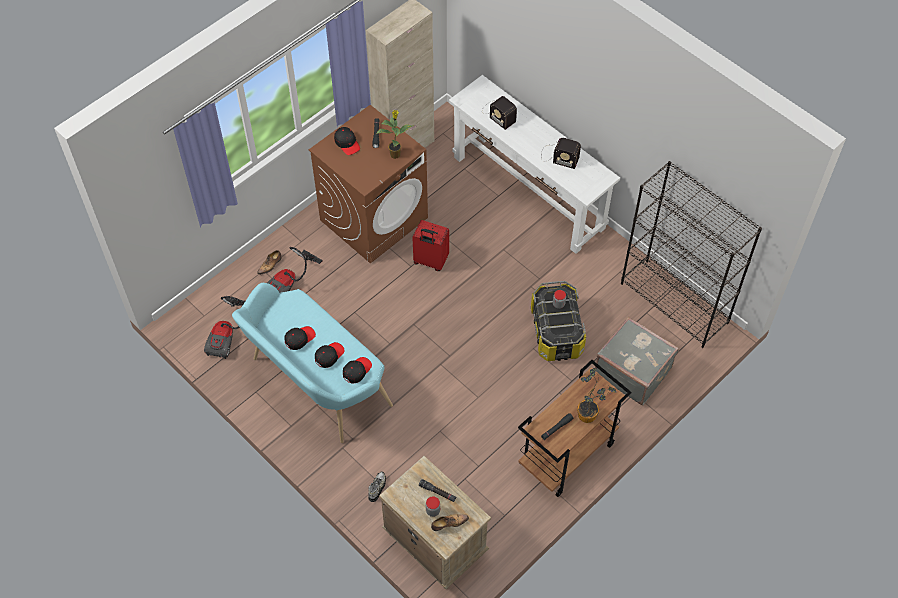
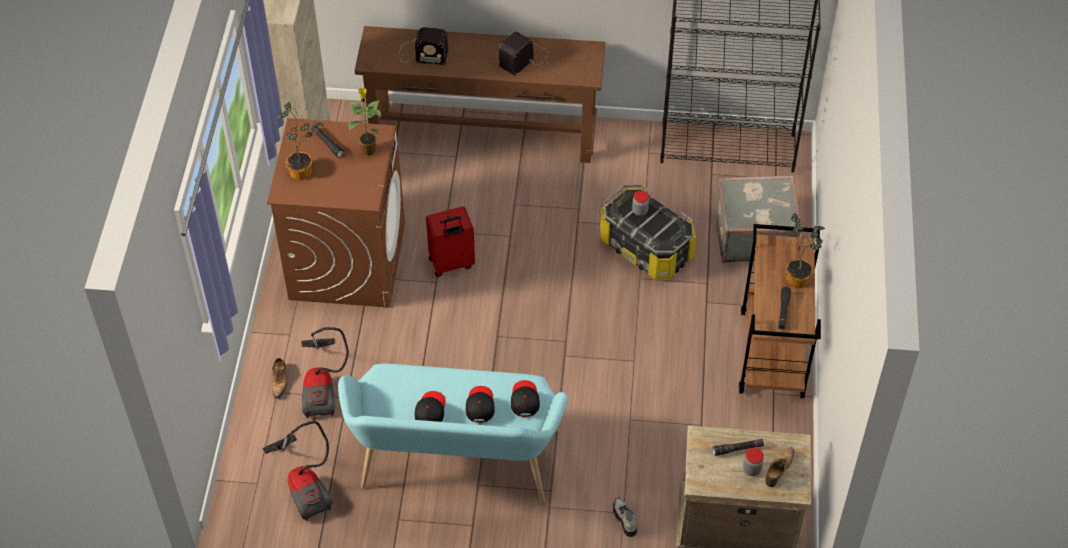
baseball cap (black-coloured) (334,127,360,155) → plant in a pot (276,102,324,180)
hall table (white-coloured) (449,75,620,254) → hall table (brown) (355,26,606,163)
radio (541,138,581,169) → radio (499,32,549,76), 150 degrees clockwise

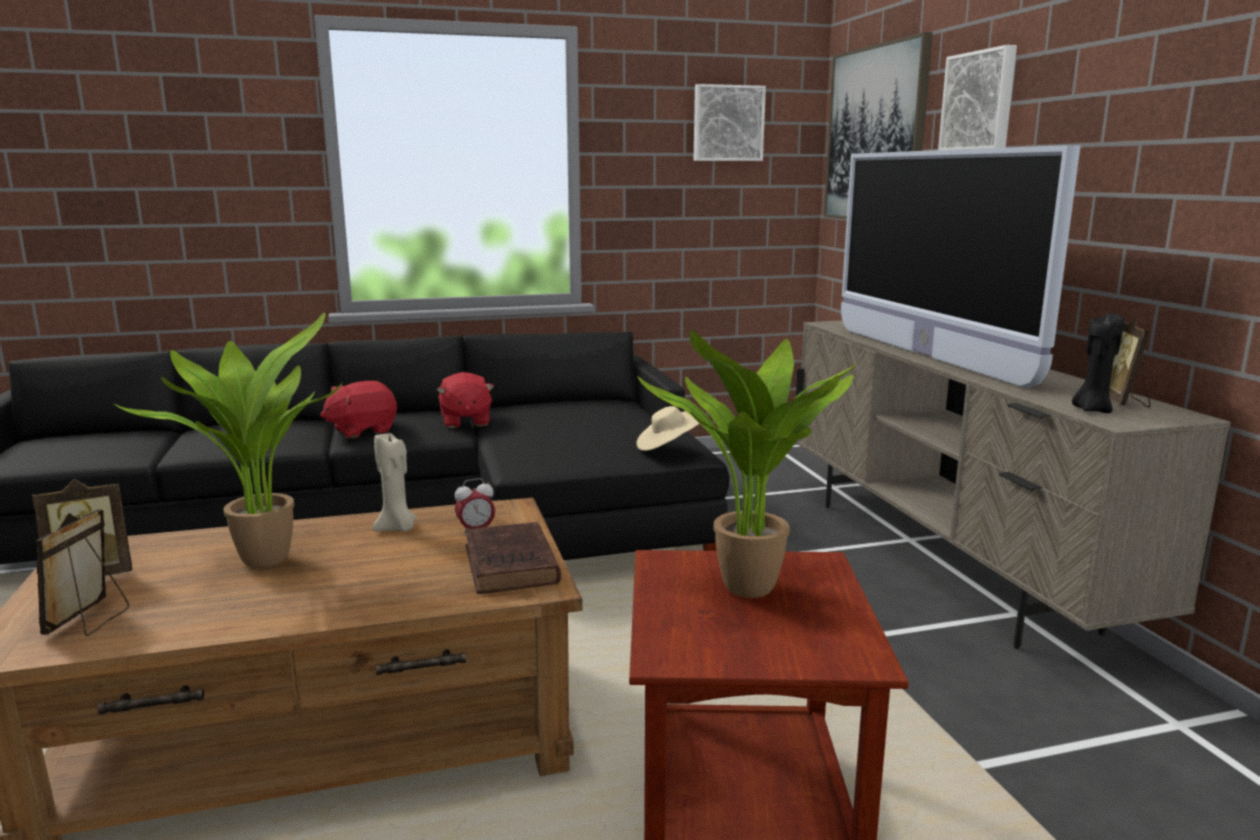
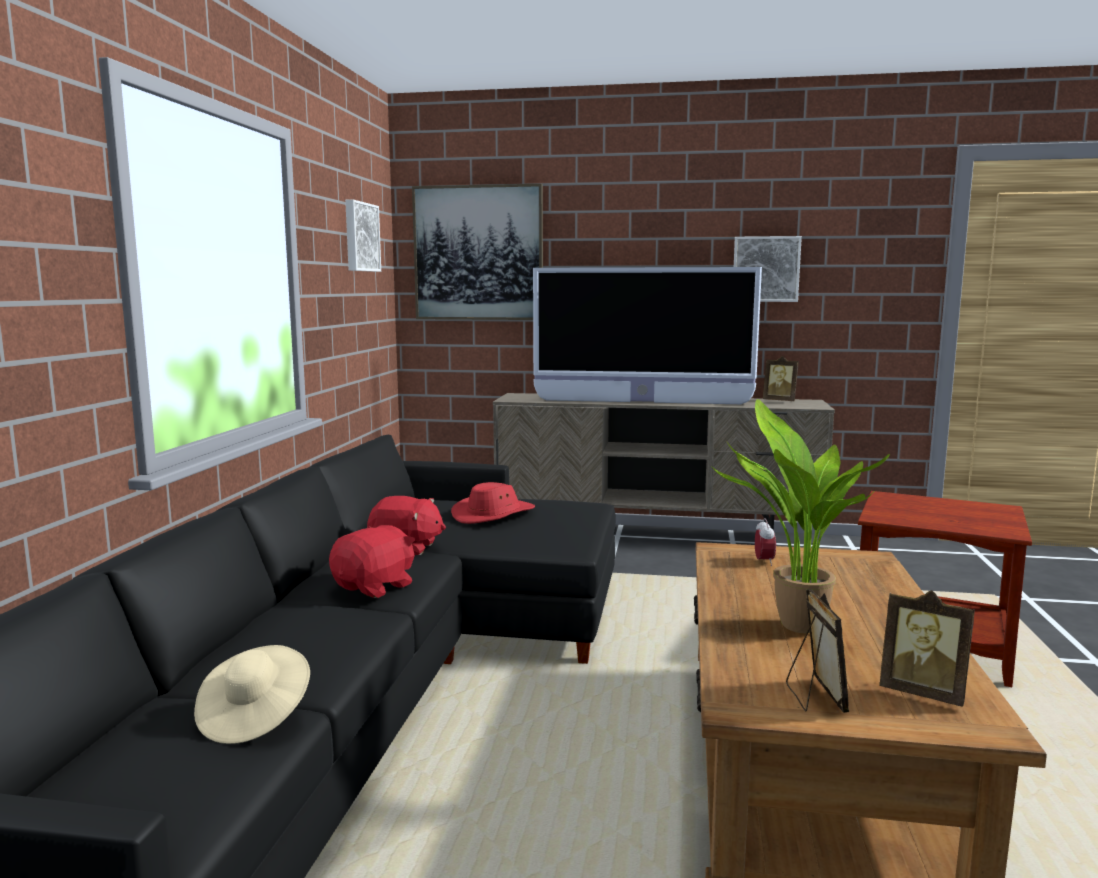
soft toy (red) (320,381,397,439) → soft toy (red) (329,525,415,598), 135 degrees counterclockwise
wax light (sand-coloured) (373,431,417,531) → -
book (brown) (465,522,561,594) → -
clothing hat (sand-coloured) (636,406,700,451) → clothing hat (sand-coloured) (194,645,310,744), relocated
plant in a pot (637,330,858,598) → -
wall art (938,45,1017,150) → wall art (734,236,802,302), relocated
wax light (black-coloured) (1072,313,1124,413) → -
- → clothing hat (red) (451,482,535,524)

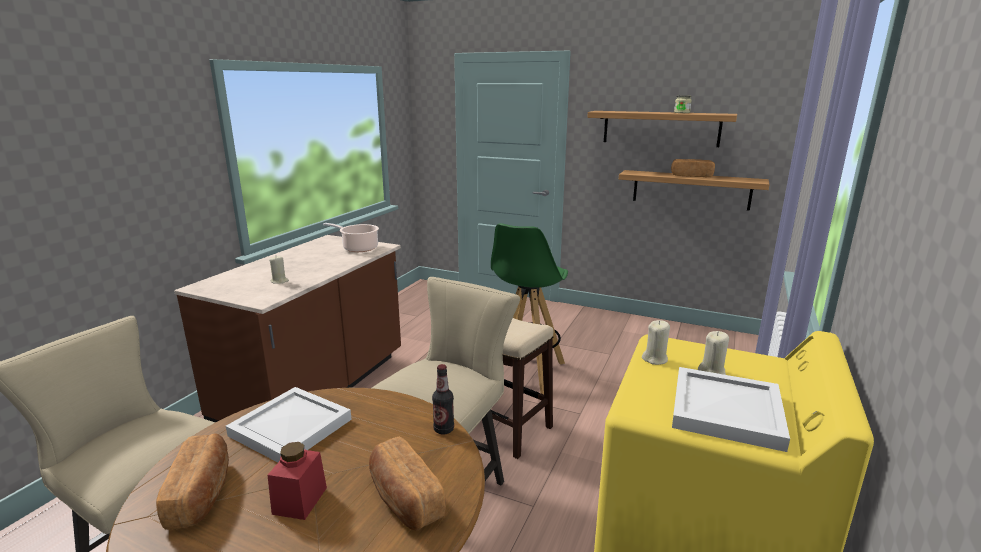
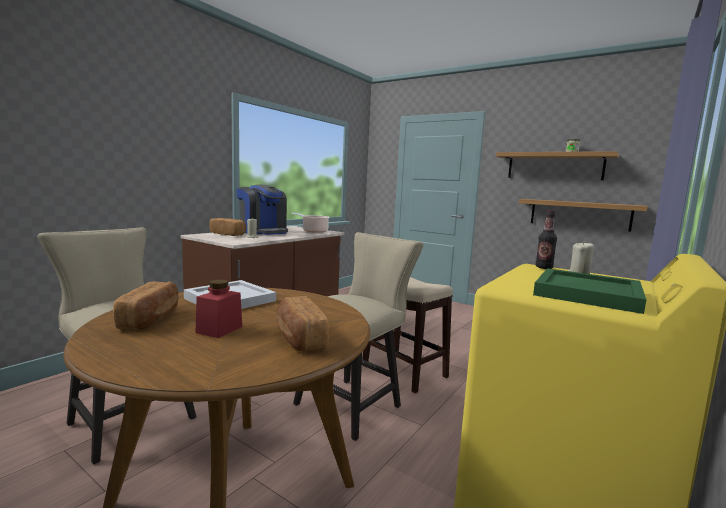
bottle (432,364,454,434) → bottle (536,210,557,269), relocated
stool (green-coloured) (491,223,568,394) → -
wax light (sand-coloured) (642,320,670,365) → -
baked bread (671,159,715,177) → baked bread (210,218,246,236), relocated
carrying tray (white-coloured) (672,367,790,452) → carrying tray (green-coloured) (533,268,646,314)
- → coffee brewer (236,184,288,235)

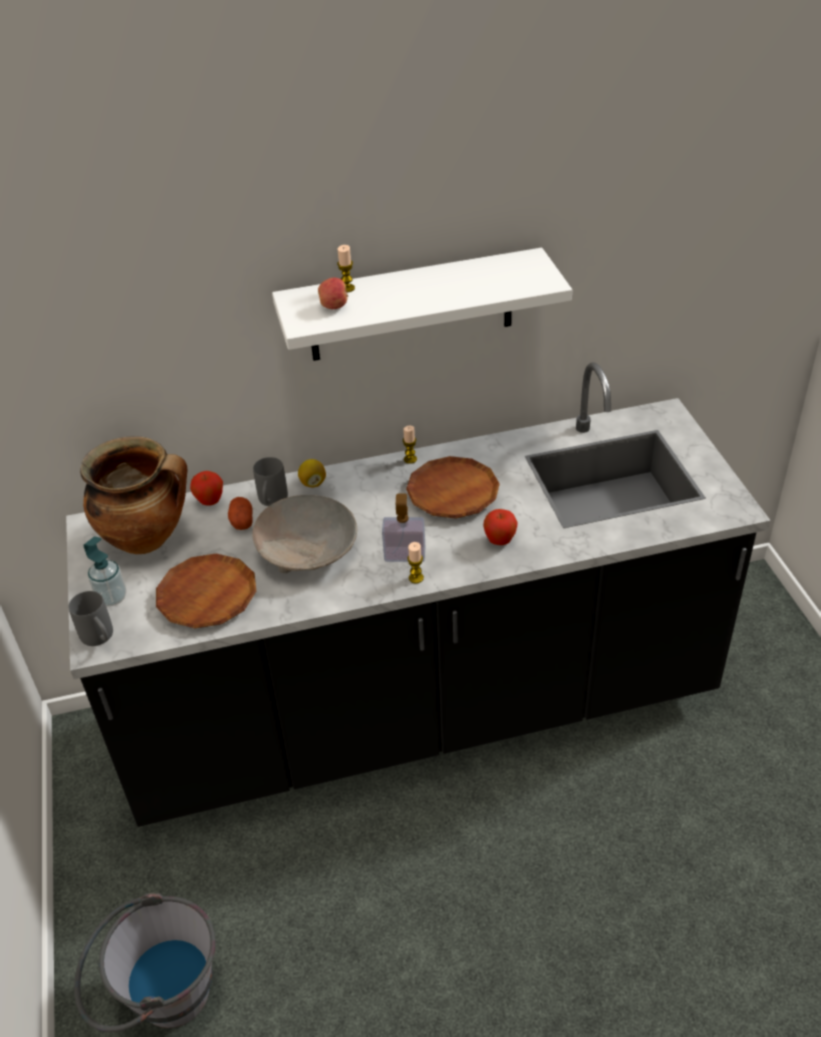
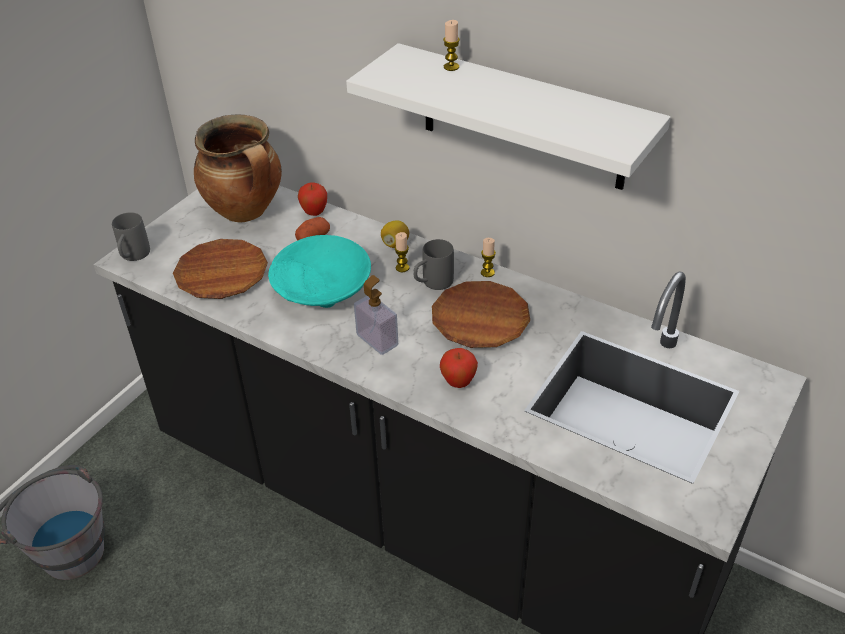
soap dispenser (83,537,126,606) → -
bowl (sand-coloured) (252,495,357,573) → bowl (turquoise) (268,235,371,308)
mug (greyish) (253,457,288,506) → mug (greyish) (413,239,454,290), relocated
whole apple (318,277,348,309) → -
wax light (407,542,424,584) → wax light (395,232,409,272), relocated

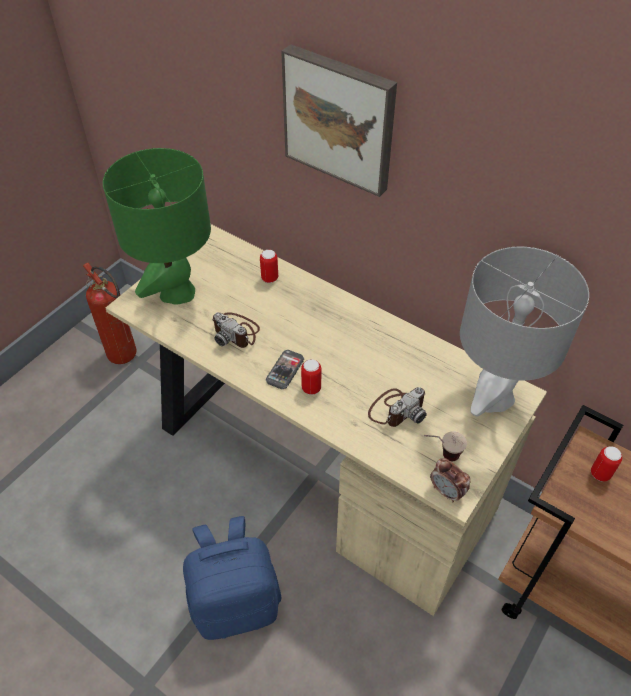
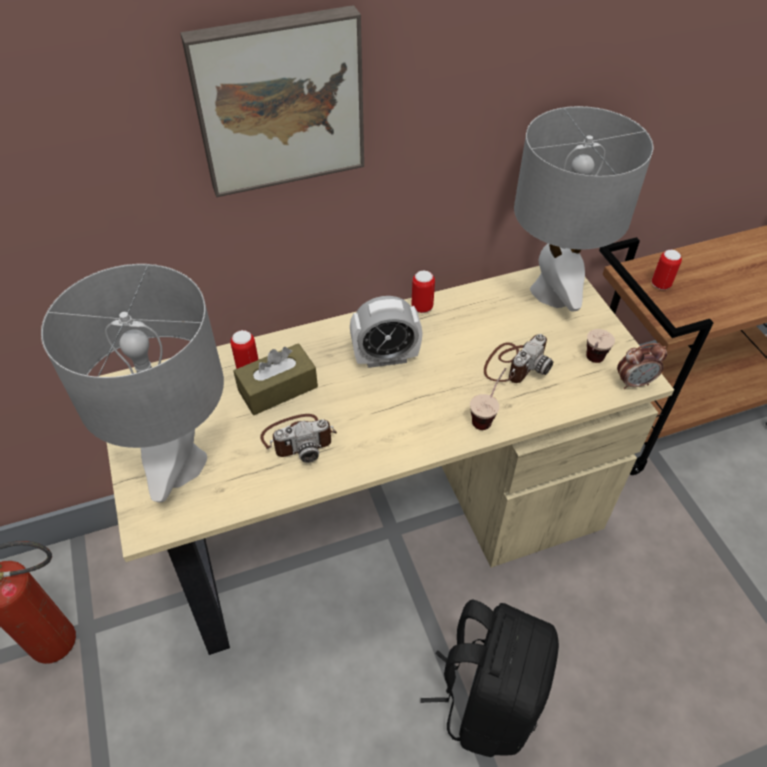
table lamp (green-coloured) (103,148,211,305) → table lamp (greyish) (41,264,224,502)
rucksack (blue) (183,516,282,640) → rucksack (black-coloured) (421,600,559,757)
handset (265,350,304,389) → -
can (301,359,321,395) → can (411,270,435,313), relocated
still camera (368,387,427,427) → still camera (484,334,553,383), 45 degrees clockwise
- → box of tissues (brown) (234,343,318,415)
- → bedside clock (350,296,423,368)
- → small cup (470,368,506,430)

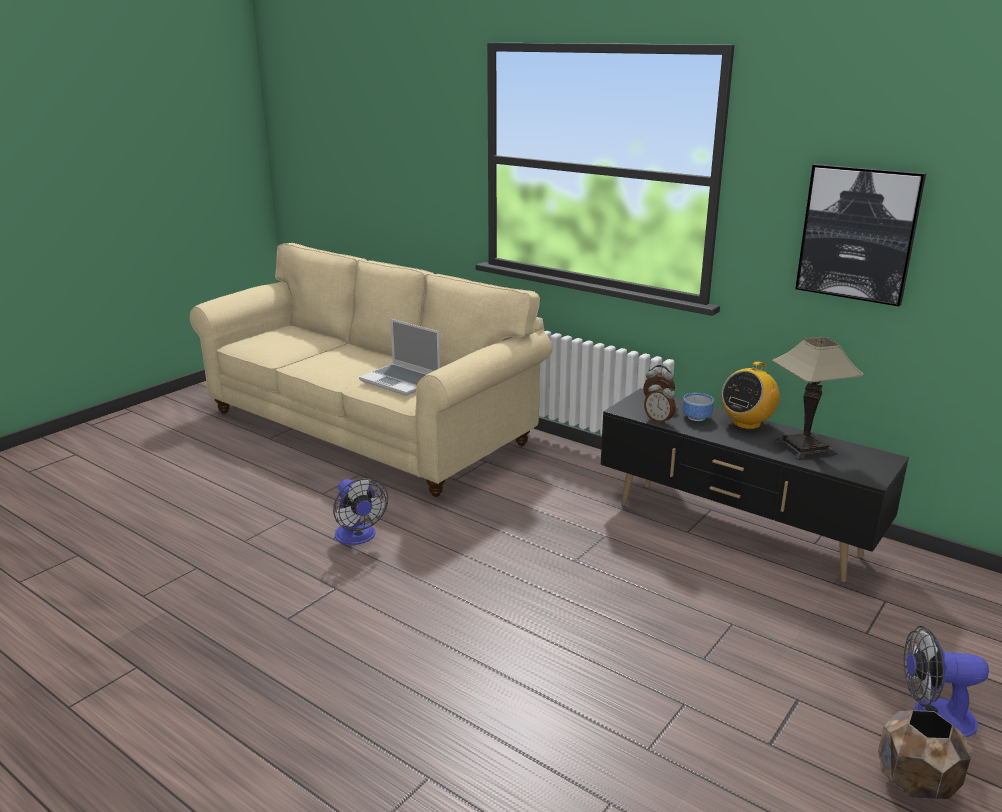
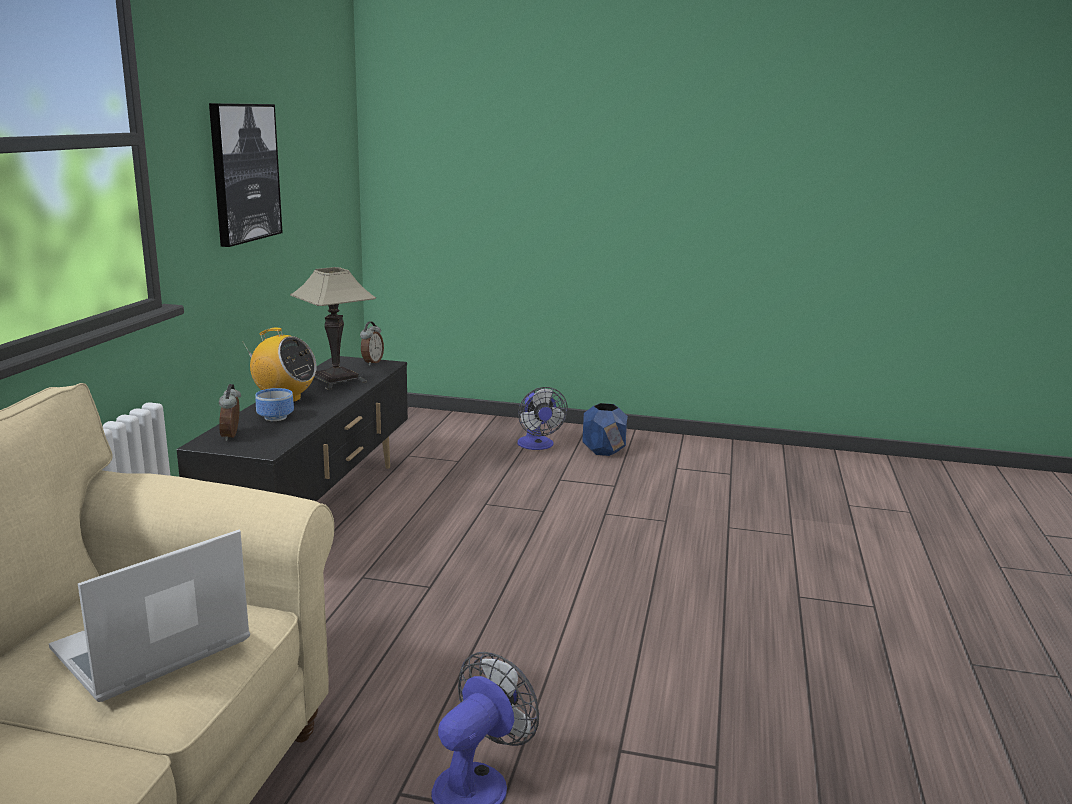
notebook computer (359,319,440,396) → notebook computer (49,529,250,702), 150 degrees counterclockwise
bedside clock (644,380,676,424) → bedside clock (360,322,384,366), relocated
planter (brown) (878,710,971,800) → planter (blue) (582,403,628,456)

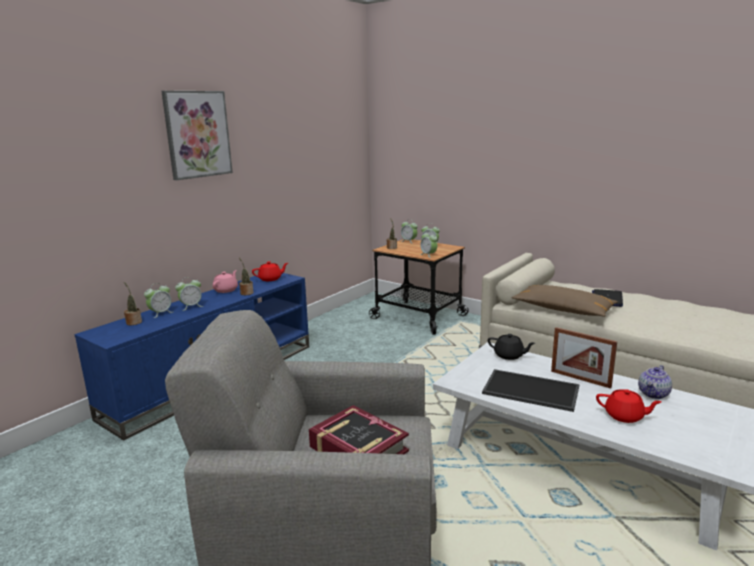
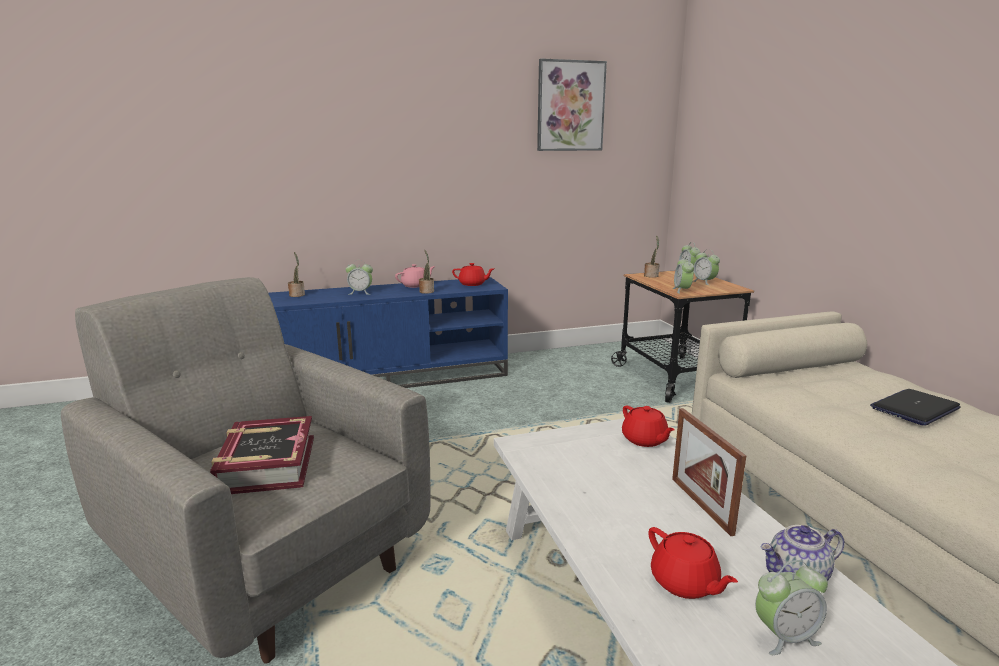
bedside clock (144,283,173,318) → bedside clock (755,560,828,655), relocated
wall art (161,91,233,180) → wall art (537,59,607,151), relocated
carrying tray (482,369,579,412) → -
tea pot (black-coloured) (488,334,535,360) → tea pot (red) (622,406,675,447)
pillow (brown) (512,285,618,317) → -

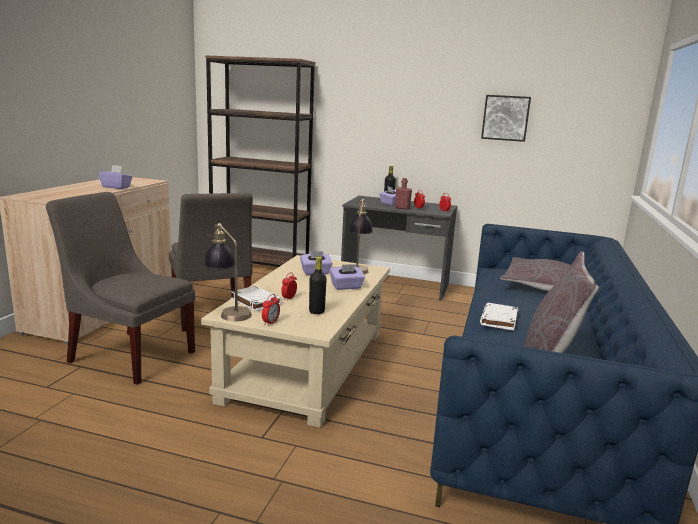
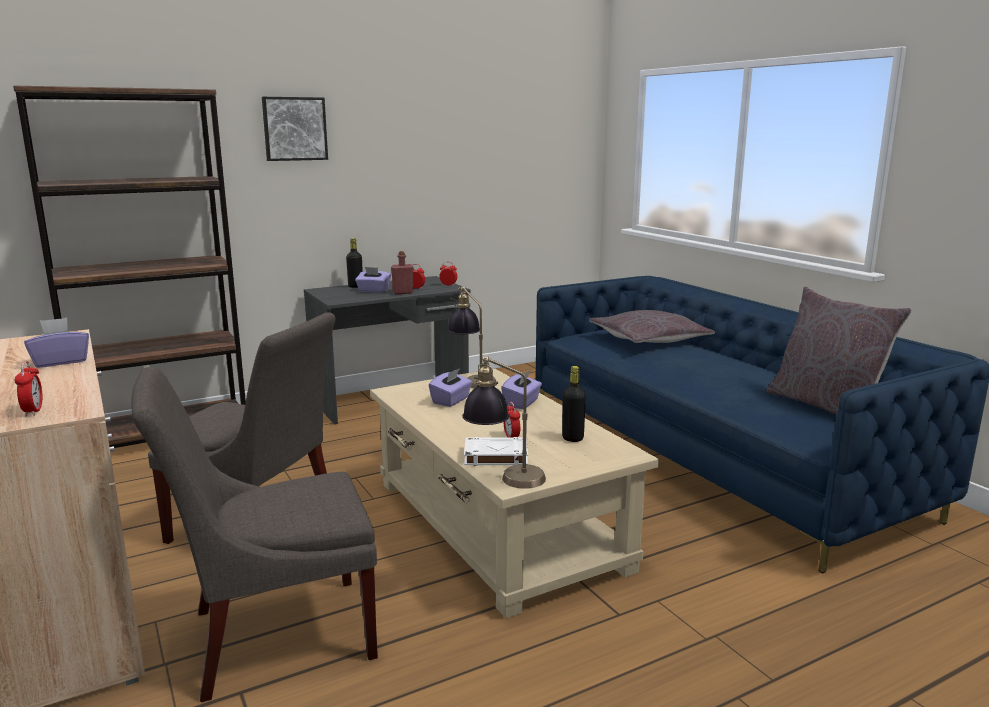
bedside clock (262,294,280,325) → bedside clock (15,361,42,416), relocated
book (white-coloured) (480,303,518,331) → -
wall art (481,95,531,142) → wall art (262,97,328,161), relocated

